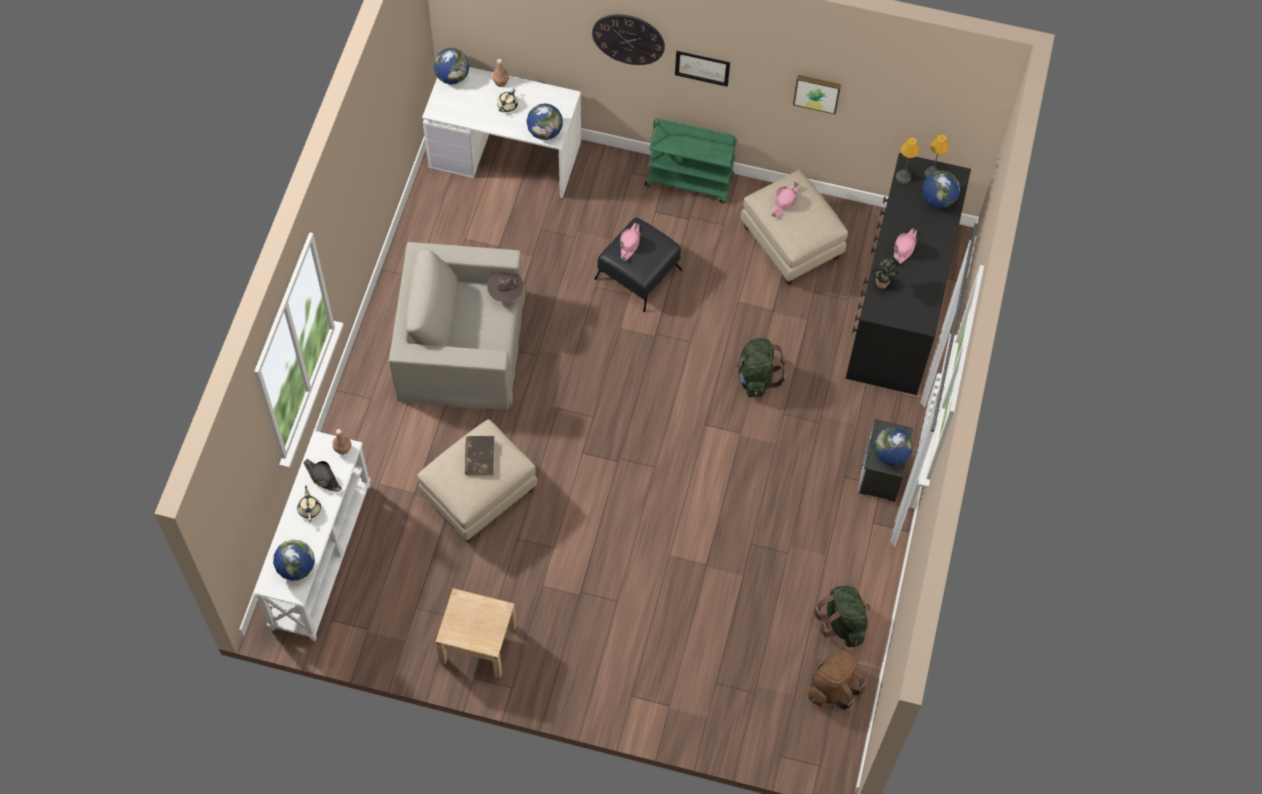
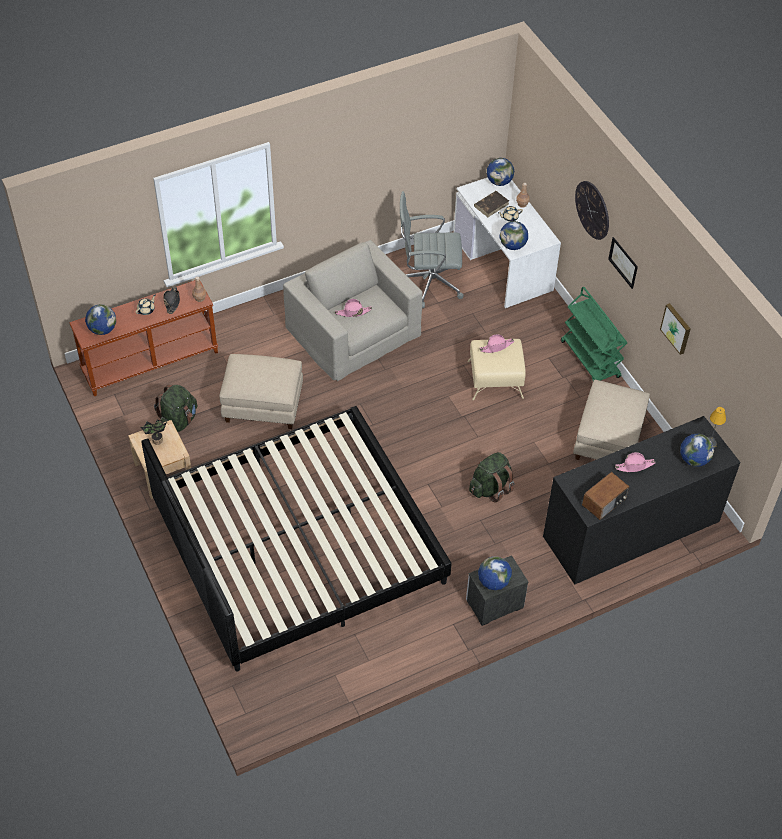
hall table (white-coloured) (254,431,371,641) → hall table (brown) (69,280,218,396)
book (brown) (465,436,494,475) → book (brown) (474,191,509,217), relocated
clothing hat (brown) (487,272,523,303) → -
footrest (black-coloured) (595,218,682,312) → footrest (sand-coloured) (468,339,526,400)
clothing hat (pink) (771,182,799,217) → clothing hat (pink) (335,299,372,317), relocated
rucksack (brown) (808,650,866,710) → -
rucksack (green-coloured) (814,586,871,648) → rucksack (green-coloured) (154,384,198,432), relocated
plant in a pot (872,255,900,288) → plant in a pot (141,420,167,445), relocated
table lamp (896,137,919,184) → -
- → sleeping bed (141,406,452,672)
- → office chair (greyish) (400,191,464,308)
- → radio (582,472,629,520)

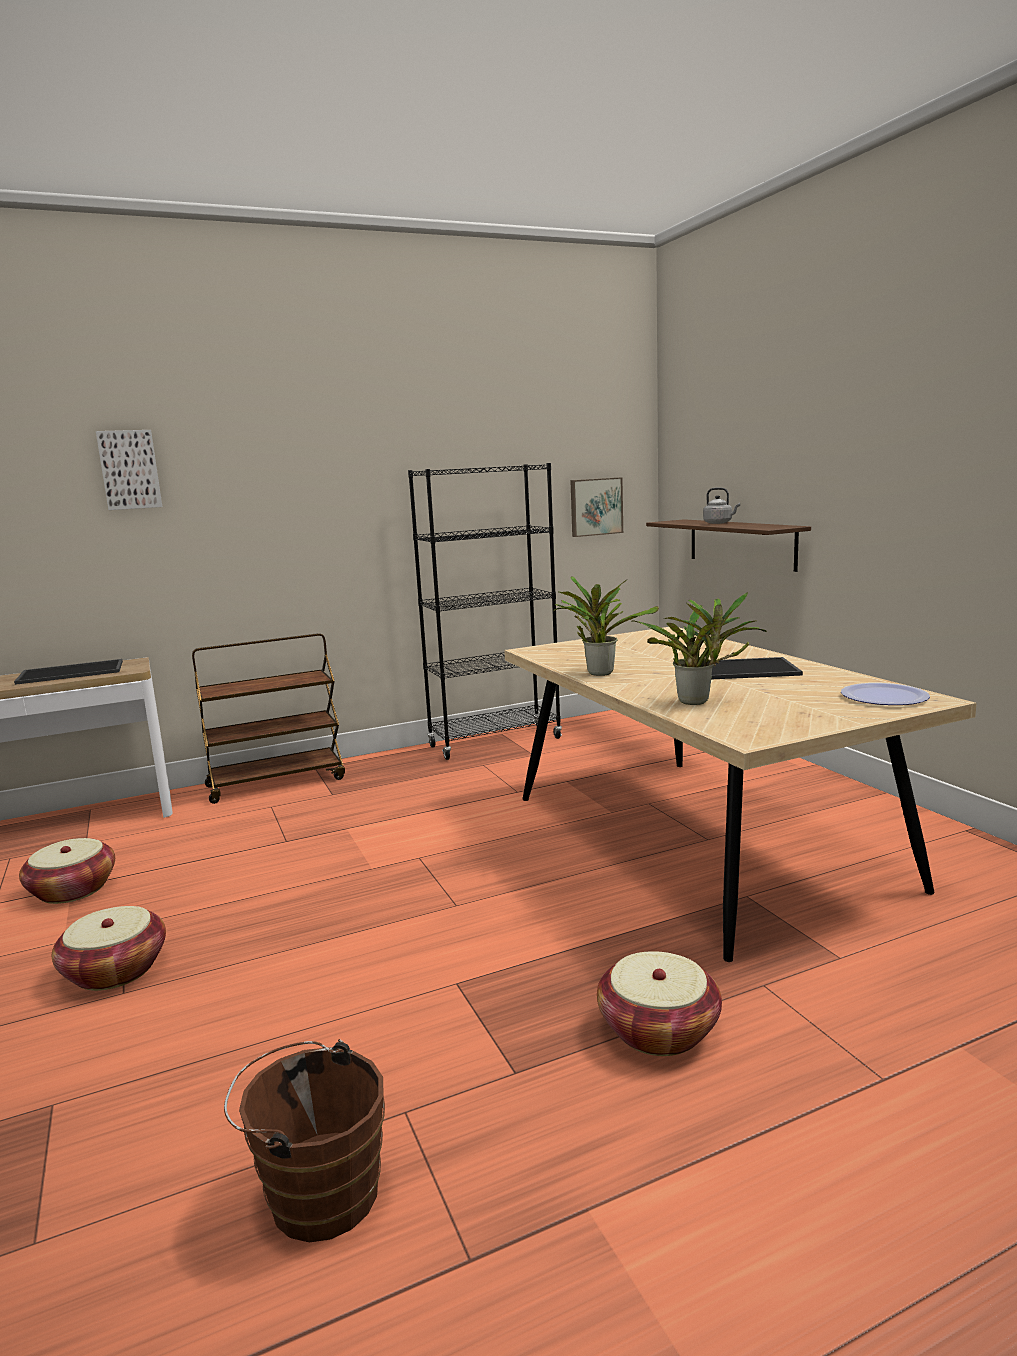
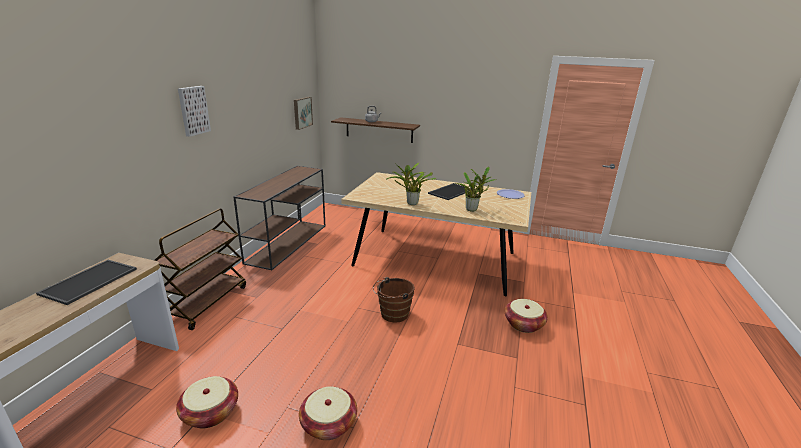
wall art (96,430,162,510) → wall art (178,86,211,137), relocated
bucket (brown) (224,1039,385,1242) → bucket (brown) (373,277,415,323), relocated
shelving unit (black-coloured) (408,463,562,760) → hall table (brown) (233,166,325,270)

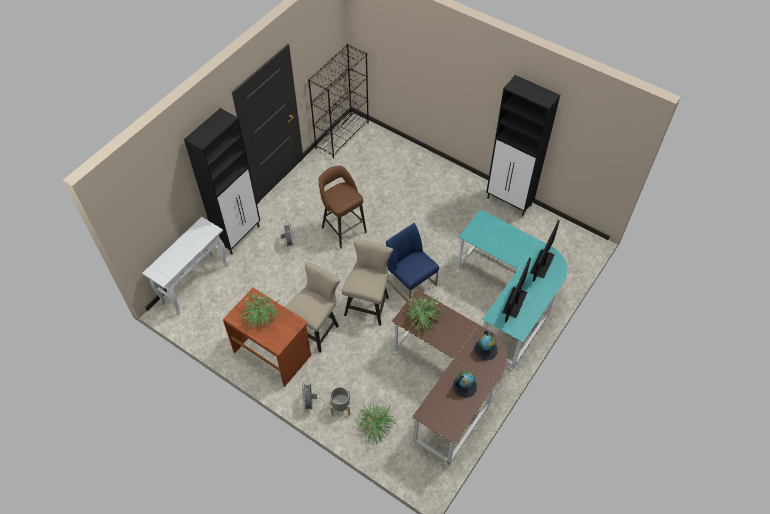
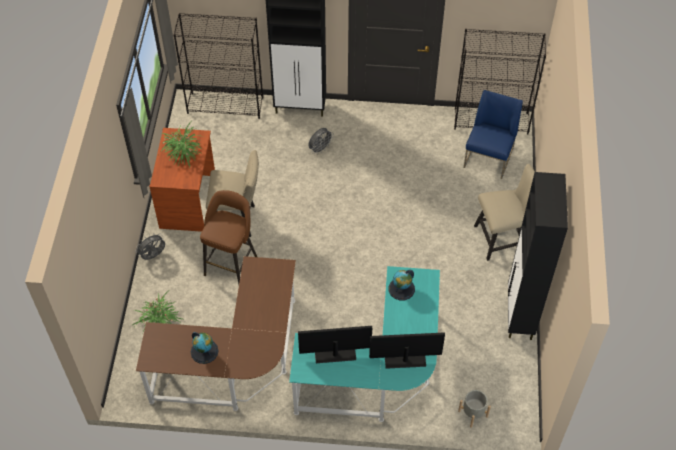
hall table (white-coloured) (142,217,228,316) → shelving unit (black-coloured) (173,13,263,119)
stool (brown) (318,165,367,248) → stool (brown) (200,190,257,284), relocated
planter (greyish) (330,387,350,416) → planter (greyish) (458,390,491,428), relocated
plain chair (sand-coloured) (342,239,393,325) → plain chair (sand-coloured) (474,164,535,261), relocated
plain chair (blue) (386,223,439,301) → plain chair (blue) (464,90,523,179), relocated
plant in a pot (400,294,445,333) → -
desk globe (474,330,498,361) → desk globe (388,270,415,300), relocated

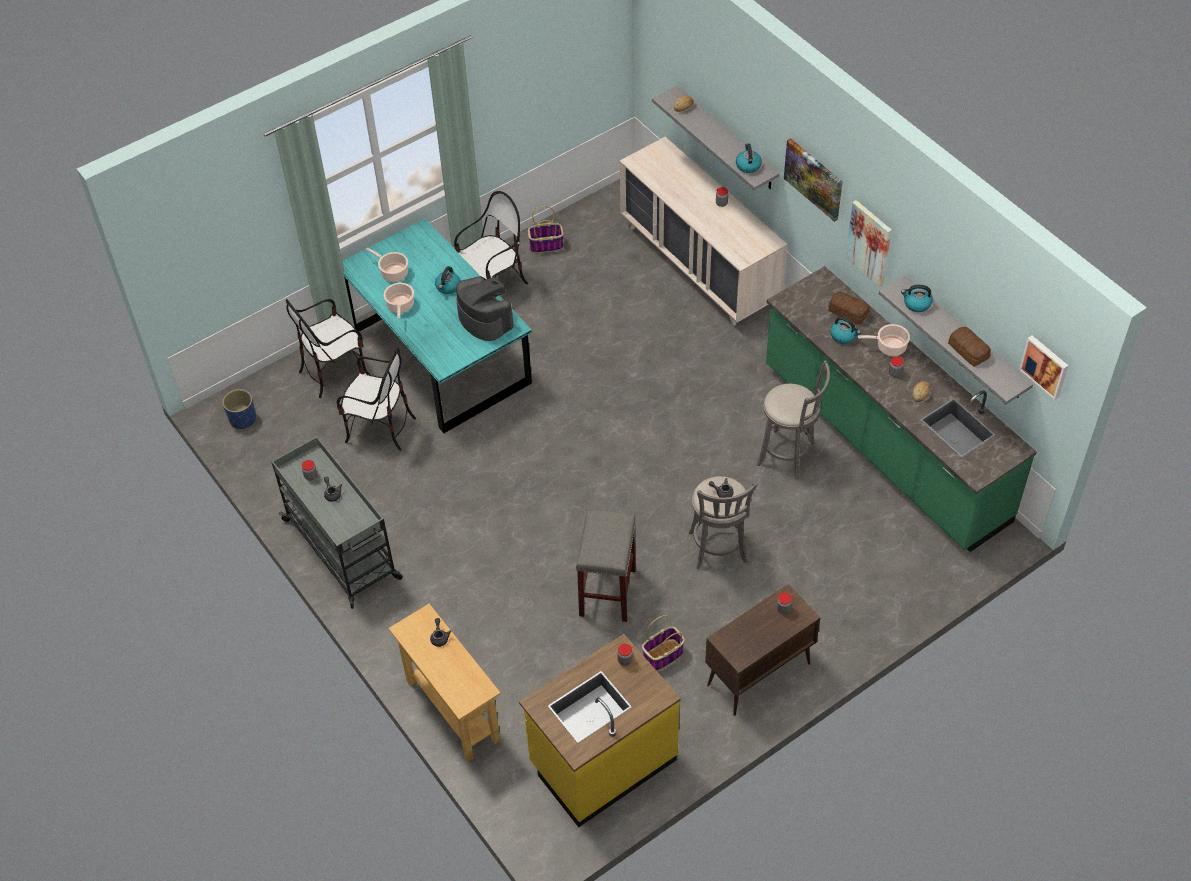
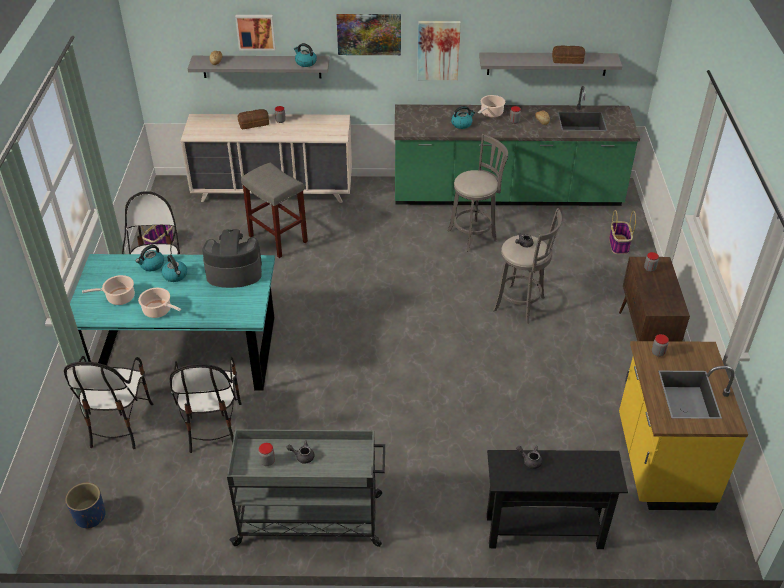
plain chair (337,348,416,451) → plain chair (170,357,242,453), 120 degrees clockwise
hall table (sand-coloured) (389,604,501,762) → hall table (black-coloured) (487,450,628,549)
stool (greyish) (576,510,636,622) → stool (greyish) (241,162,308,258), relocated
household basket (642,615,685,671) → household basket (609,210,636,254), relocated
baked bread (828,292,870,325) → baked bread (238,109,269,130), relocated
tea kettle (901,285,933,312) → tea kettle (136,245,164,271), relocated
wall art (1019,335,1069,400) → wall art (235,15,276,51), relocated

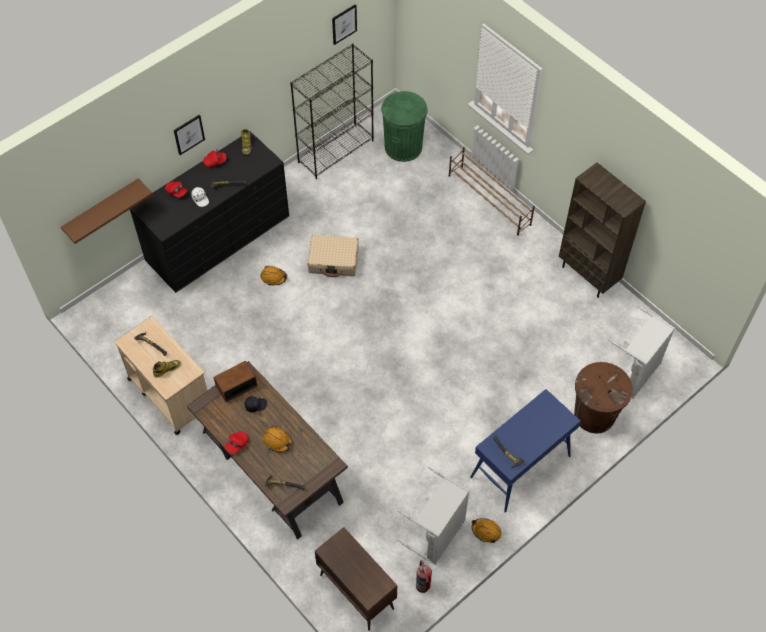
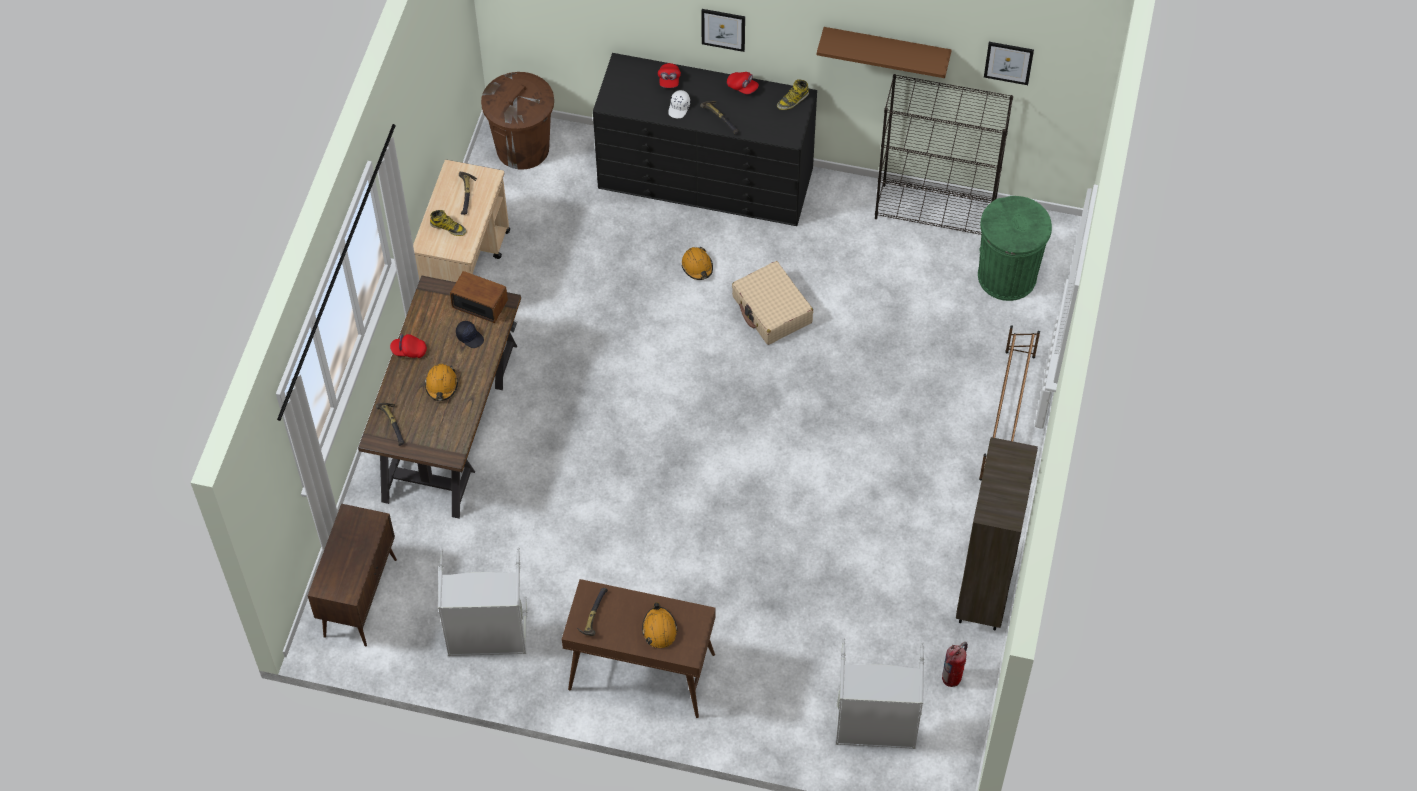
wall shelf (brown) (61,178,153,244) → wall shelf (brown) (817,27,951,78), relocated
fire-fighting cylinder (416,560,432,593) → fire-fighting cylinder (942,642,968,687), relocated
hall table (blue) (470,389,581,513) → hall table (brown) (562,579,716,718)
work helmet (orangey) (472,518,501,543) → work helmet (orangey) (642,602,678,648), relocated
trash can (brown) (574,362,633,433) → trash can (brown) (481,72,554,170), relocated

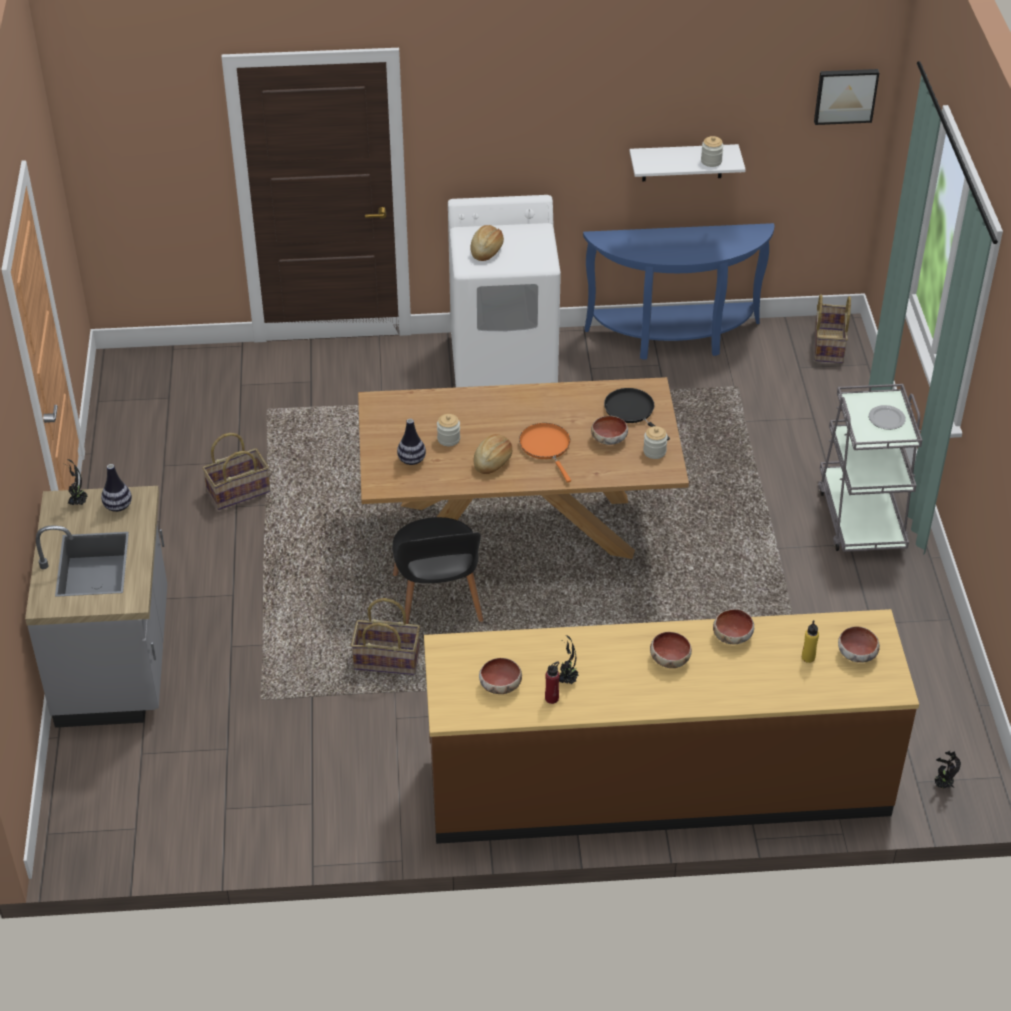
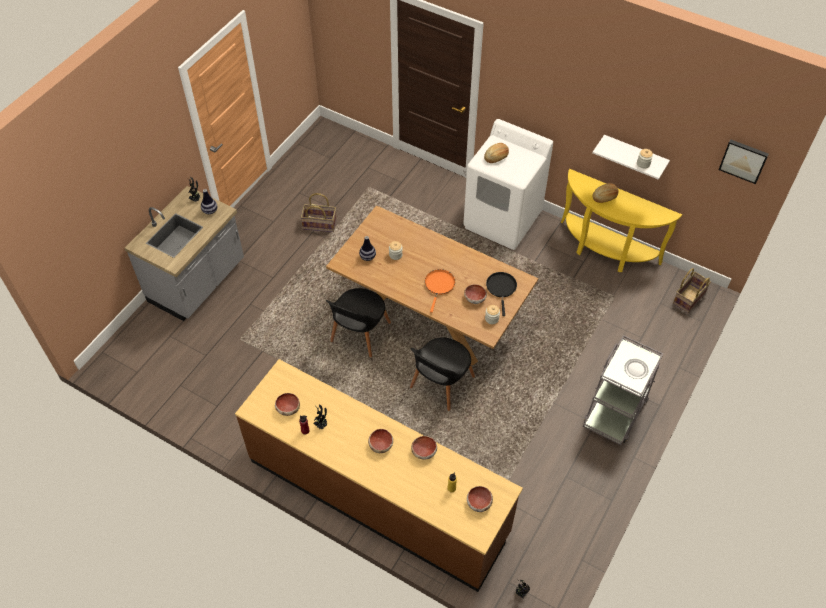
household basket (351,598,420,675) → -
baked bread (474,434,512,474) → baked bread (592,183,619,203), relocated
hall table (blue) (583,223,774,360) → hall table (yellow-coloured) (561,169,682,272)
- → plain chair (black-coloured) (410,337,475,411)

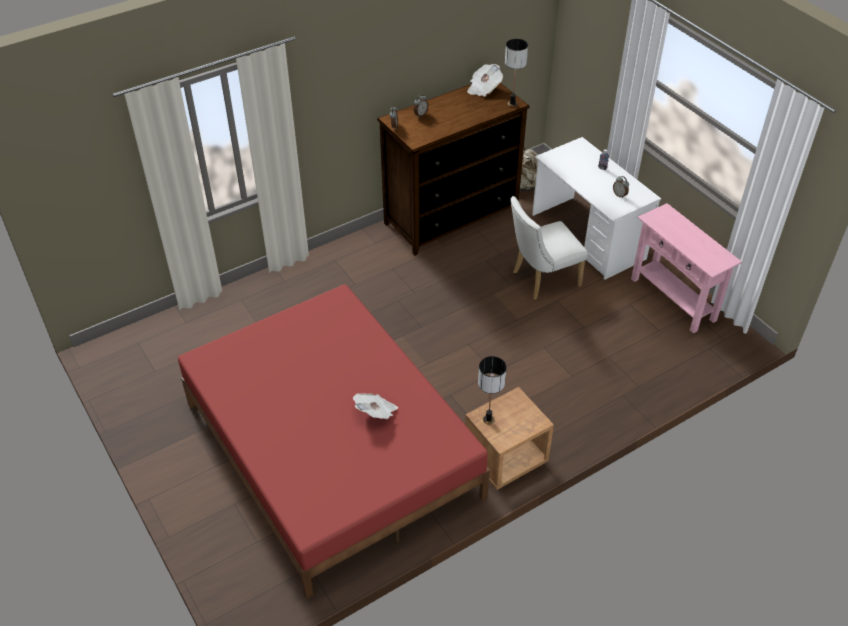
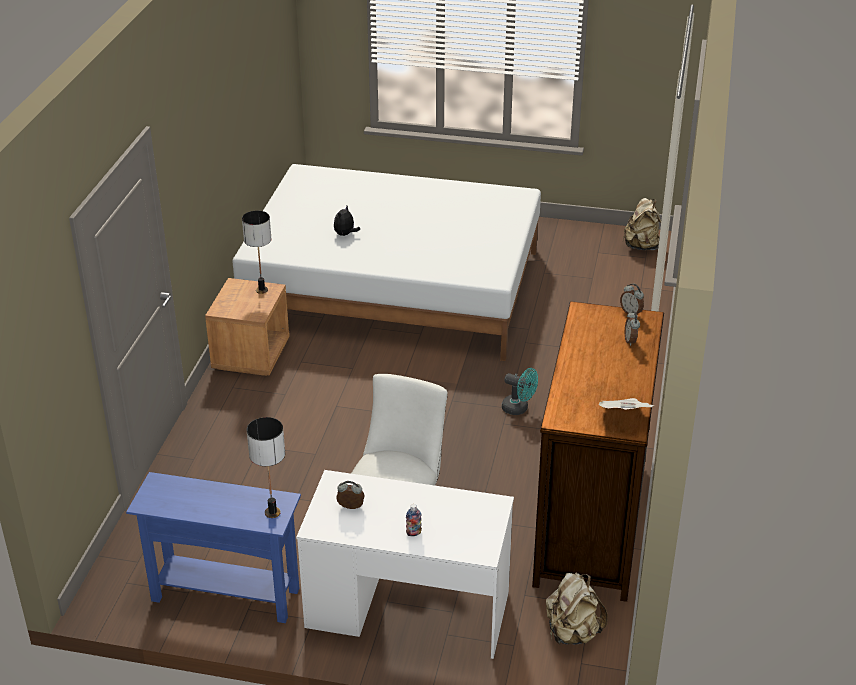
sleeping bed (red) (178,284,490,599) → sleeping bed (white-coloured) (232,164,541,361)
daily paper (353,393,398,419) → soft toy (334,206,360,236)
table lamp (505,39,528,107) → table lamp (246,417,285,518), relocated
hall table (pink) (631,203,742,333) → hall table (blue) (126,472,301,623)
- → electric fan (turquoise) (502,368,538,415)
- → rucksack (sand-coloured) (623,198,661,250)

